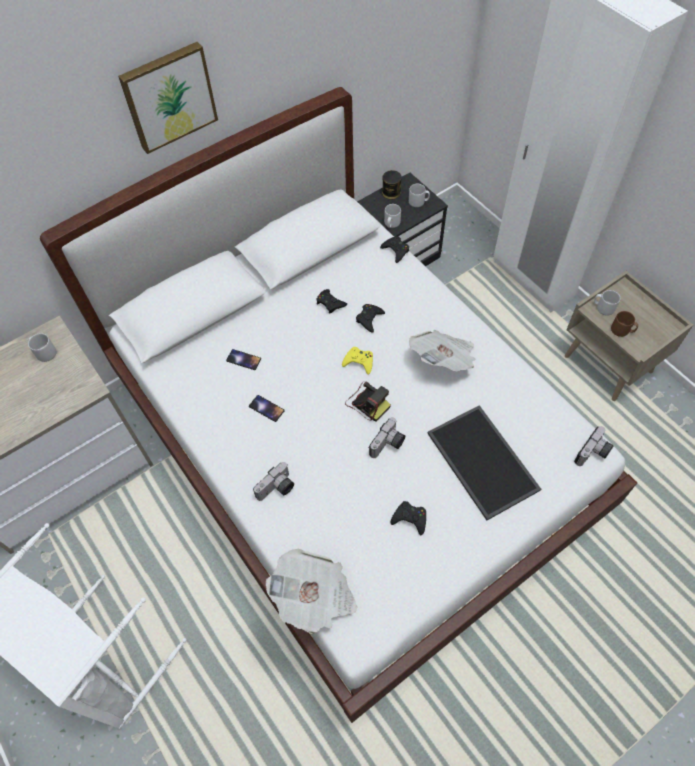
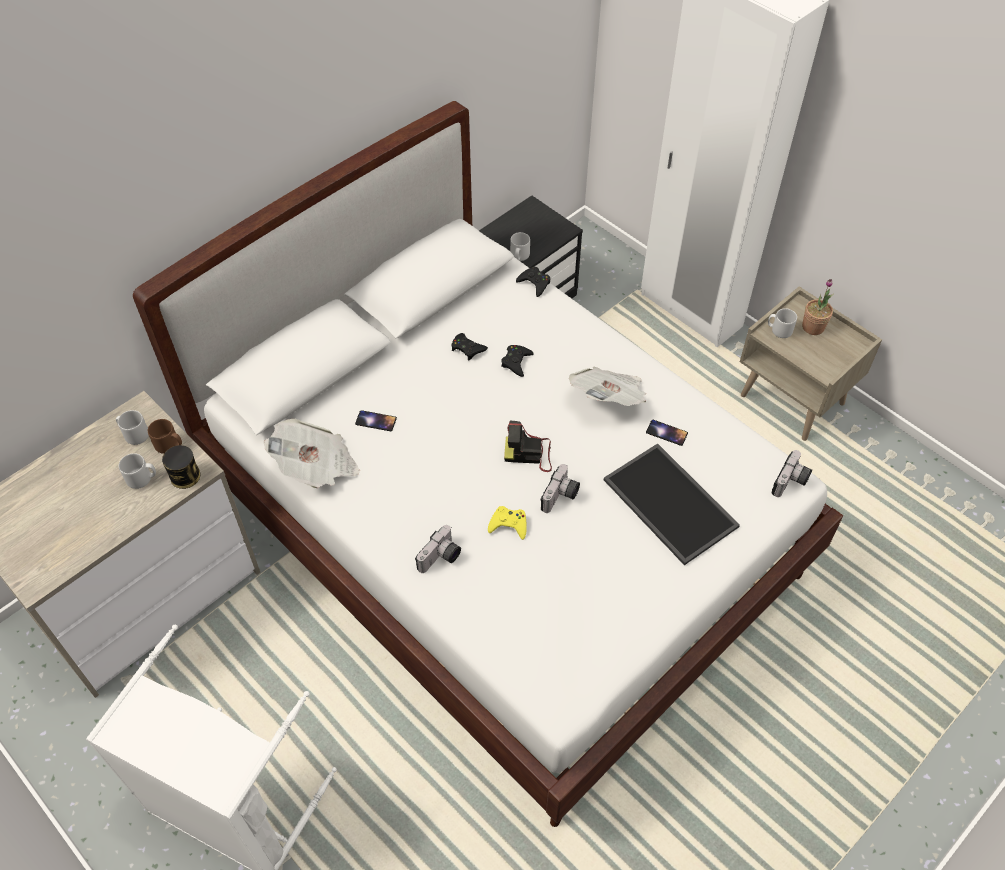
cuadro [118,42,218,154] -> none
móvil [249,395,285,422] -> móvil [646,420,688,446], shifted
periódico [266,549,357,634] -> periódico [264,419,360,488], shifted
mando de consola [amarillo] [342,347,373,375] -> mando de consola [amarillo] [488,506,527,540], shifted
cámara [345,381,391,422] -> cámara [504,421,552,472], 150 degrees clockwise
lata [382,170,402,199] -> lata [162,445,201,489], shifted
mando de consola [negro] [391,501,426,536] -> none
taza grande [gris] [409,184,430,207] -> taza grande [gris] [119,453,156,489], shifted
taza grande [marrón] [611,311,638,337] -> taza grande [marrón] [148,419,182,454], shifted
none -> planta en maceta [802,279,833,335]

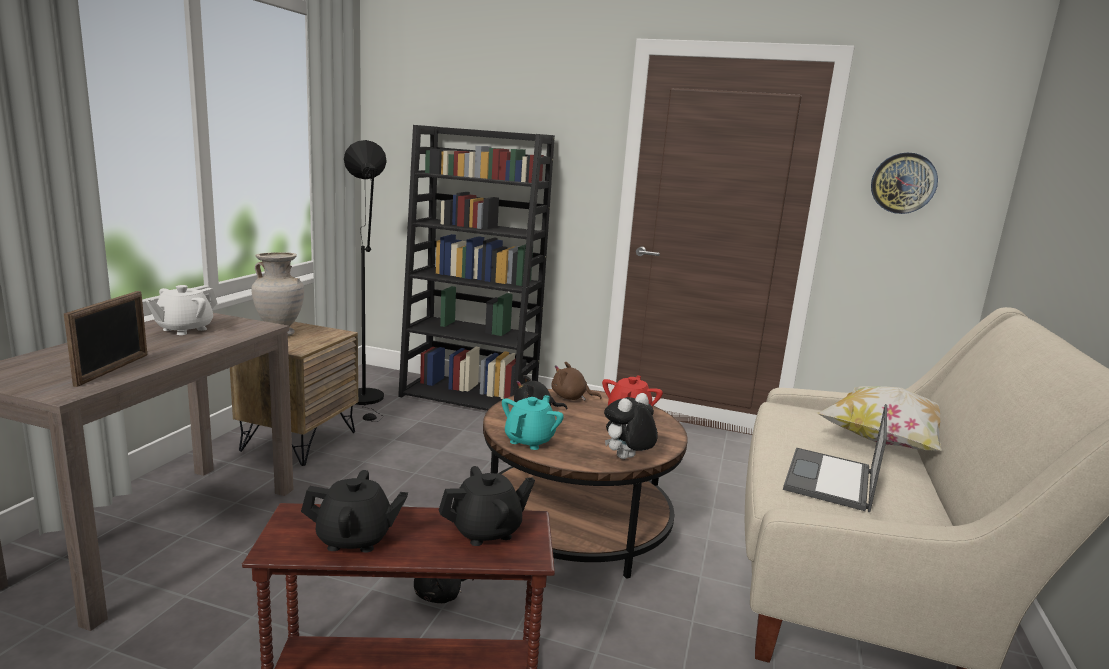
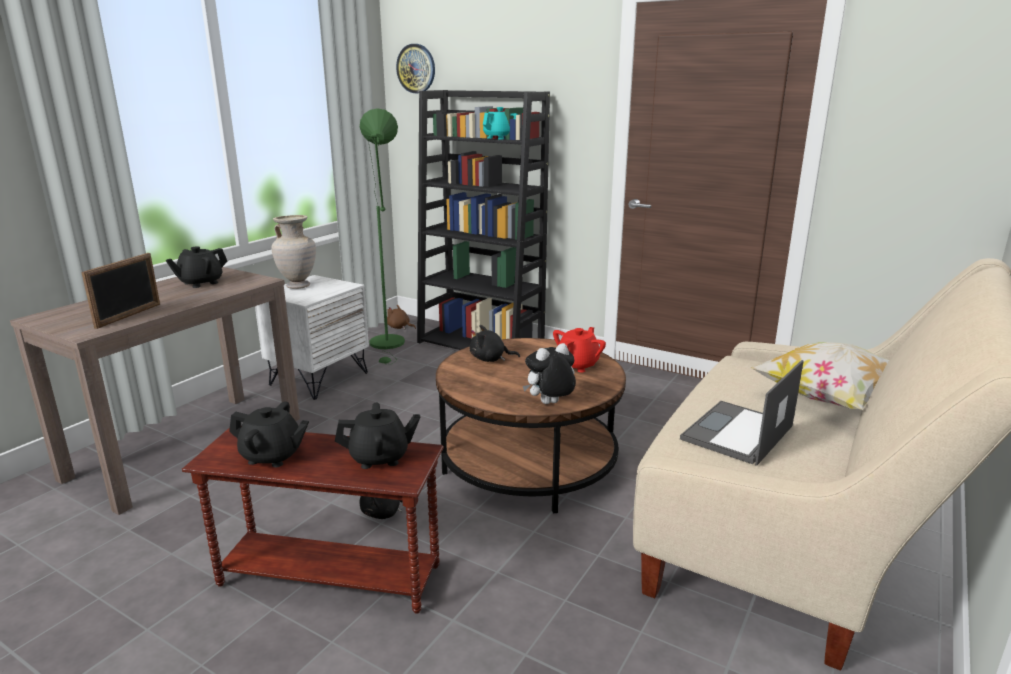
tetera [blanco] [146,285,218,335] -> tetera [negro] [166,246,227,288]
mesita de noche [marrón] [230,322,358,466] -> mesita de noche [blanco] [255,275,369,400]
lámpara de pie [negro] [344,140,387,422] -> lámpara de pie [verde] [360,108,405,364]
tetera [turquesa] [502,395,564,450] -> tetera [turquesa] [483,107,518,139], shifted
peluche [marrón] [551,362,602,401] -> peluche [marrón] [387,305,416,329], shifted
reloj de pared [871,153,938,214] -> reloj de pared [396,44,435,93], shifted

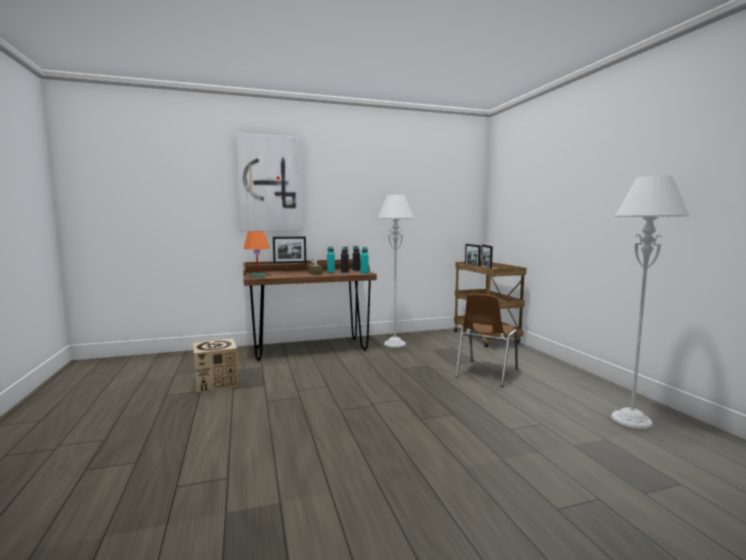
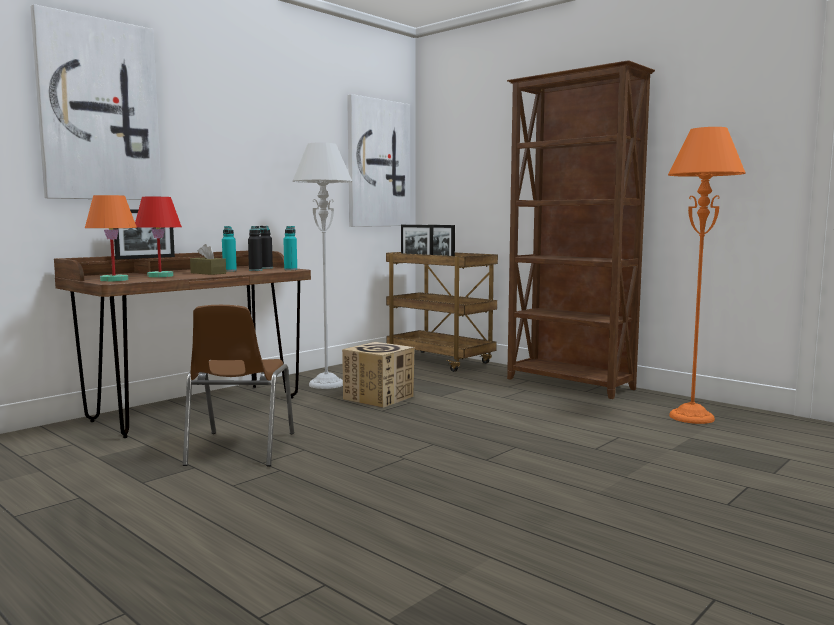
caja de cartón [193,338,238,393] -> caja de cartón [342,342,415,408], shifted
silla [marrón] [455,294,518,387] -> silla [marrón] [183,305,294,466], shifted
lámpara de pie [gris] [611,175,689,430] -> lámpara de pie [naranja] [668,127,745,424]
none -> lámpara de mesa [rojo] [135,197,182,277]
none -> cuadro [347,94,410,227]
none -> estantería [marrón] [507,60,655,399]

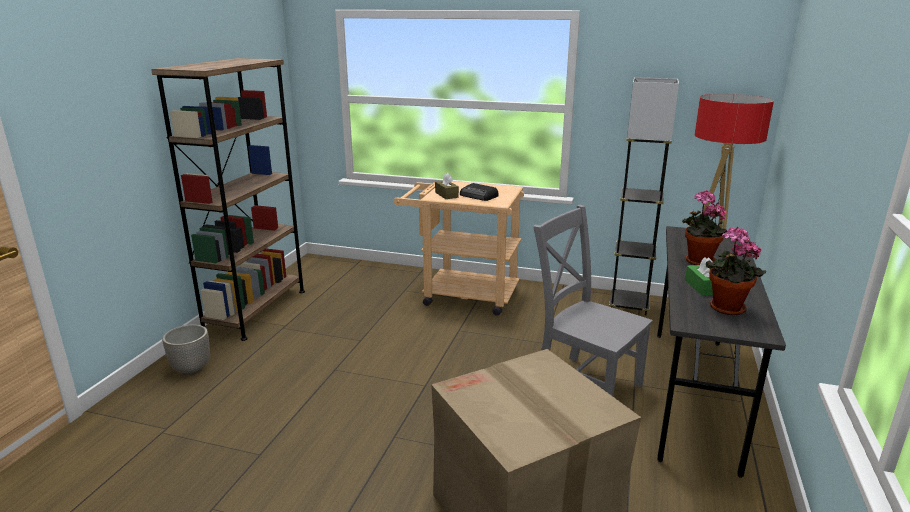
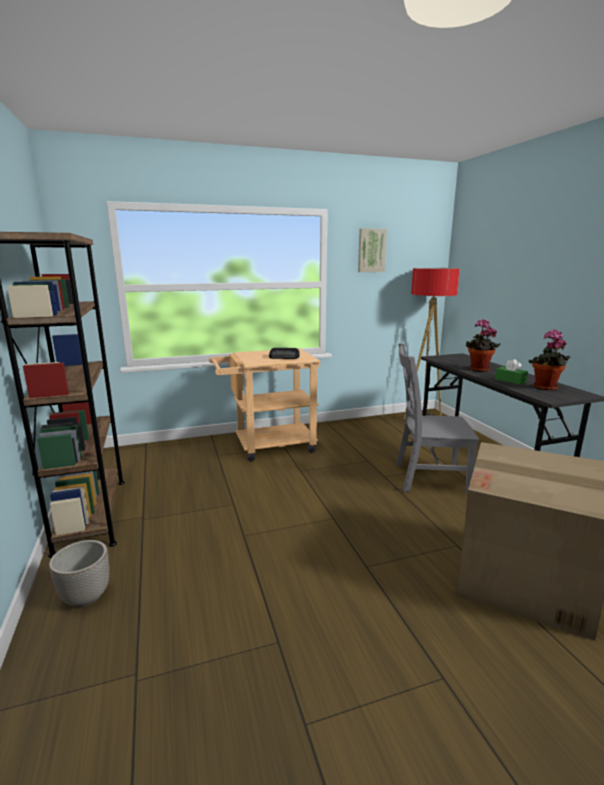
caja de pañuelos [marrón] [435,173,459,199] -> none
lámpara de pie [gris] [609,77,679,316] -> none
none -> cuadro [358,228,387,272]

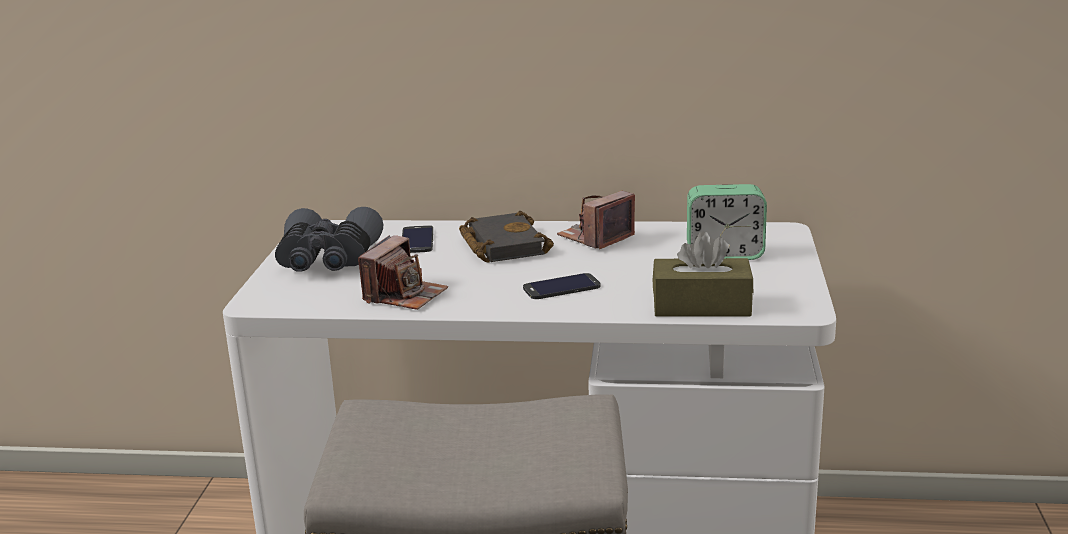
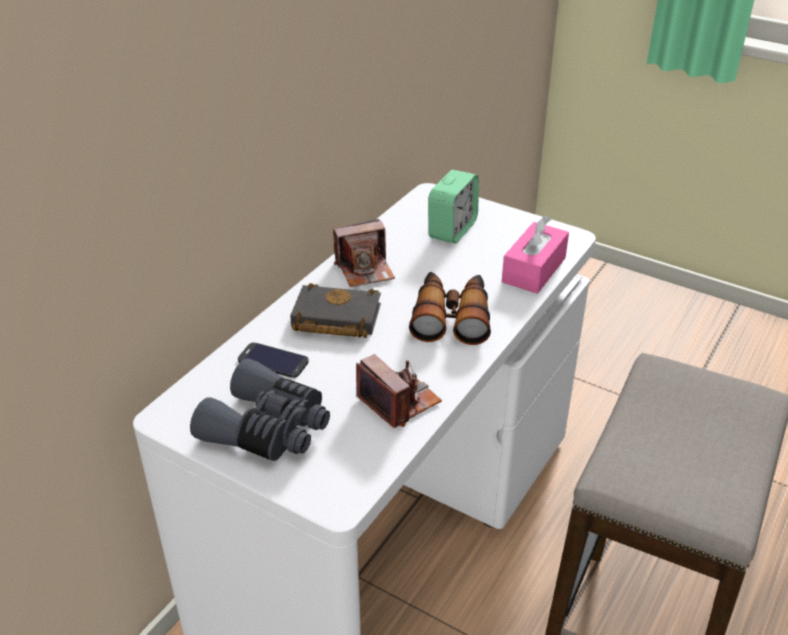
móvil [523,273,601,299] -> prismáticos [409,272,491,345]
cámara [557,191,635,249] -> cámara [333,219,395,287], 90 degrees counterclockwise
caja de pañuelos [marrón] [653,231,753,316] -> caja de pañuelos [rosa] [502,215,569,294]

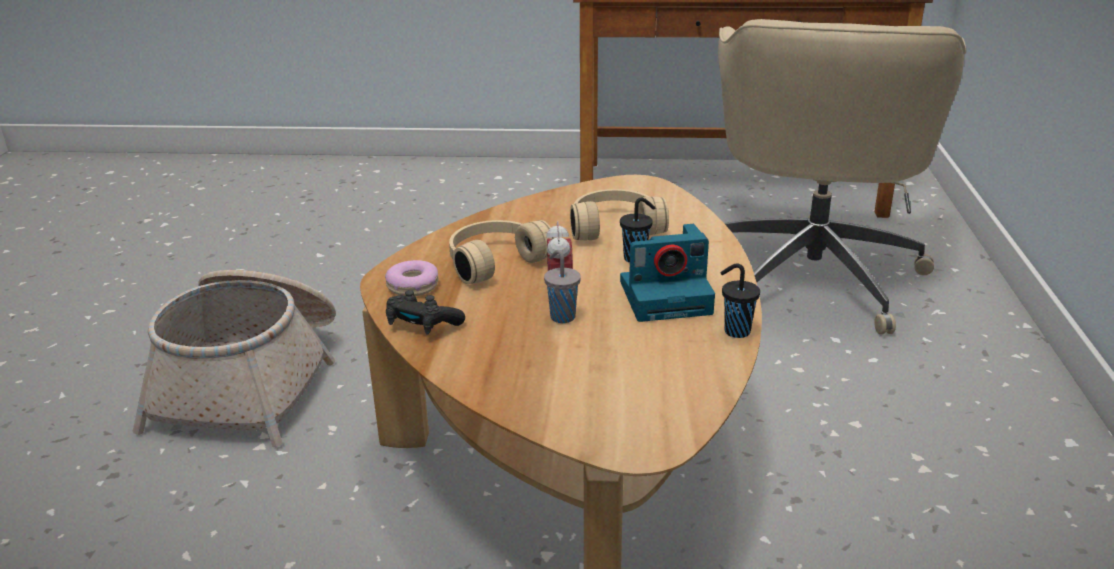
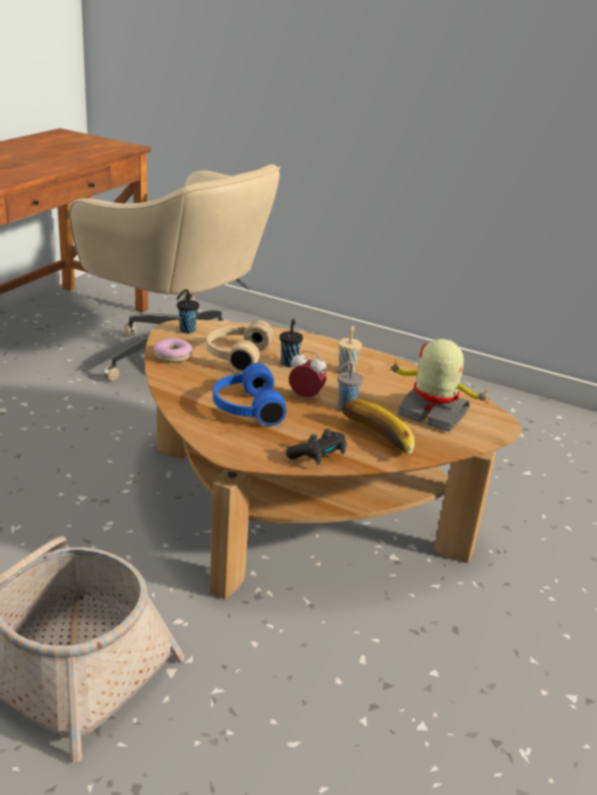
rosquilla [385,260,438,296] -> rosquilla [154,338,193,363], shifted
auriculares [beis] [449,220,555,284] -> auriculares [azul] [213,363,286,426]
cámara [620,224,715,322] -> taza [beis] [338,326,362,373]
taza [negro] [721,264,760,338] -> taza [negro] [176,289,199,334], shifted
none -> plátano [342,399,415,455]
none -> robot de juguete [387,339,492,432]

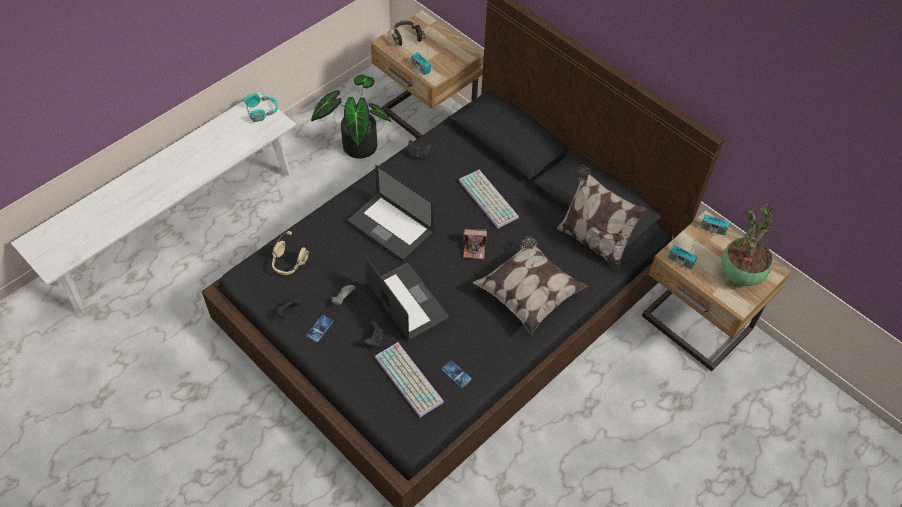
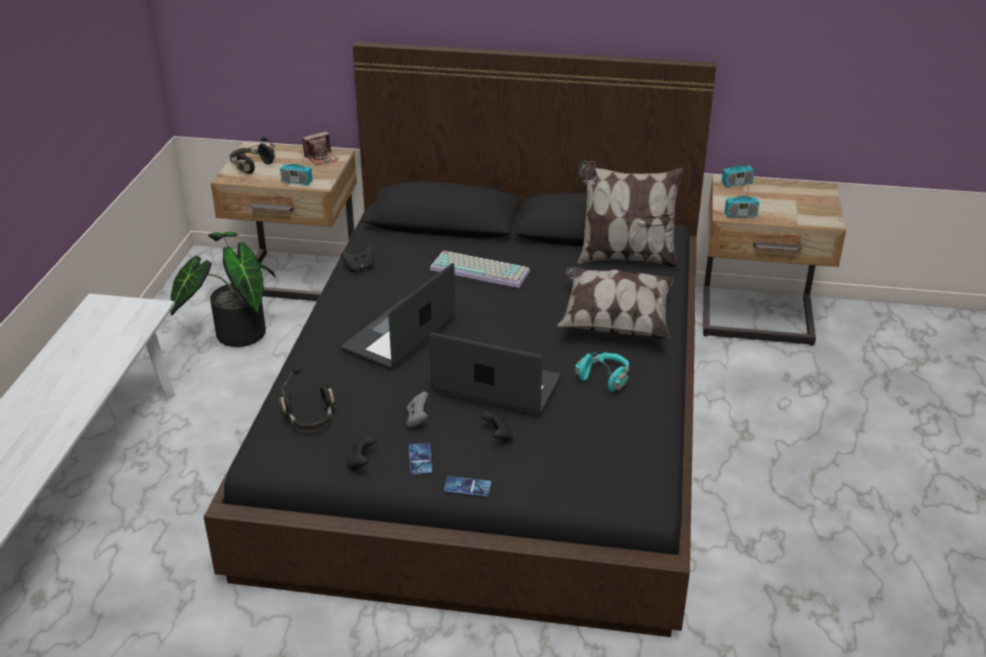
auriculares [turquesa] [243,93,278,122] -> auriculares [turquesa] [575,352,629,392], shifted
auriculares [beis] [272,231,309,275] -> auriculares [negro] [279,368,336,430]
portátil [348,165,434,260] -> portátil [342,263,455,370], 120 degrees clockwise
teclado [375,342,444,417] -> none
móvil [442,361,472,388] -> móvil [444,476,491,496], shifted
cámara [463,229,487,259] -> cámara [302,131,338,165], shifted
planta en maceta [721,203,774,286] -> none

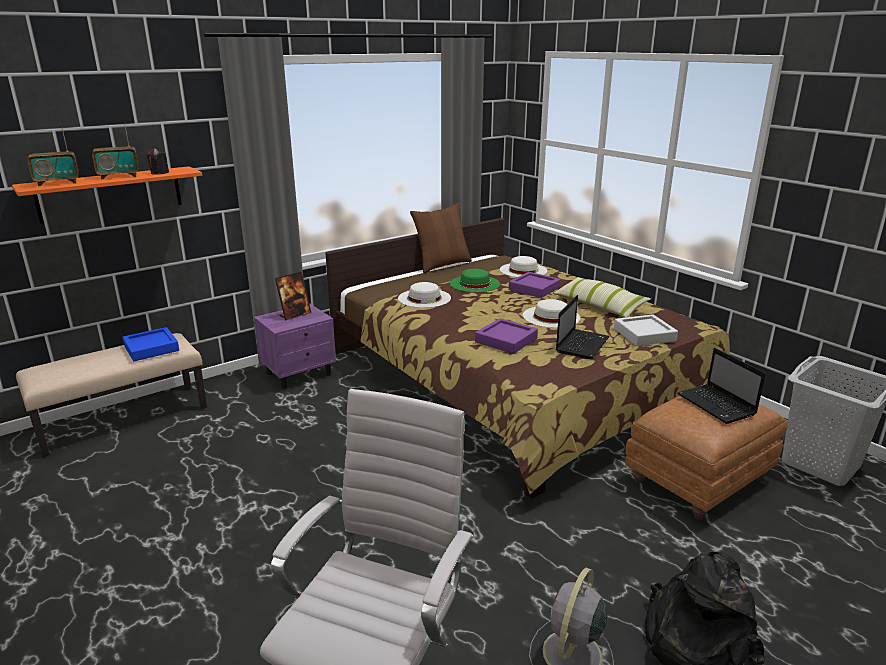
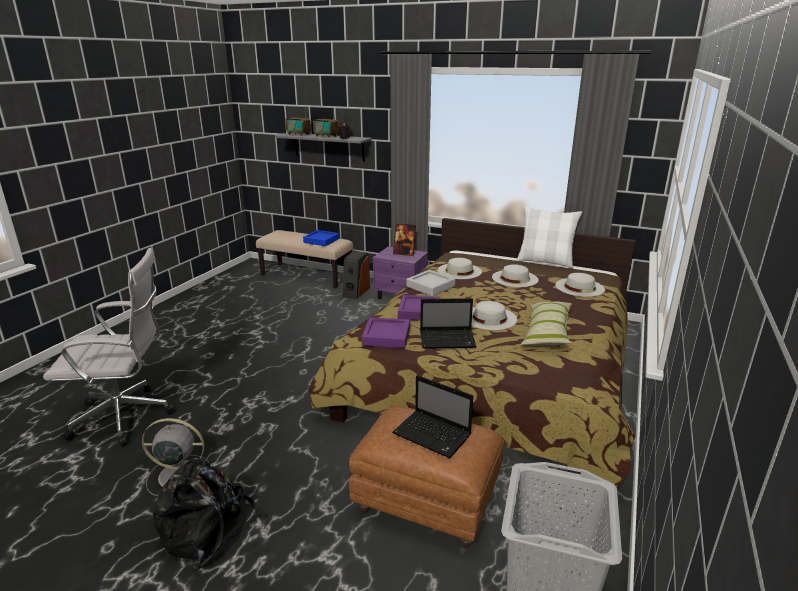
estante [naranja] [12,166,202,224] -> estante [gris] [275,133,372,161]
cojín [marrón] [410,203,472,273] -> cojín [blanco] [516,206,582,269]
sombrero [verde] [450,269,500,292] -> sombrero [blanco] [492,264,539,287]
bandeja [morado] [509,272,561,298] -> bandeja [morado] [362,317,410,348], shifted
bandeja [gris] [614,314,678,346] -> bandeja [gris] [406,270,455,296], shifted
portátil [677,348,766,424] -> portátil [392,375,473,458], 90 degrees counterclockwise
none -> altavoz [342,251,370,299]

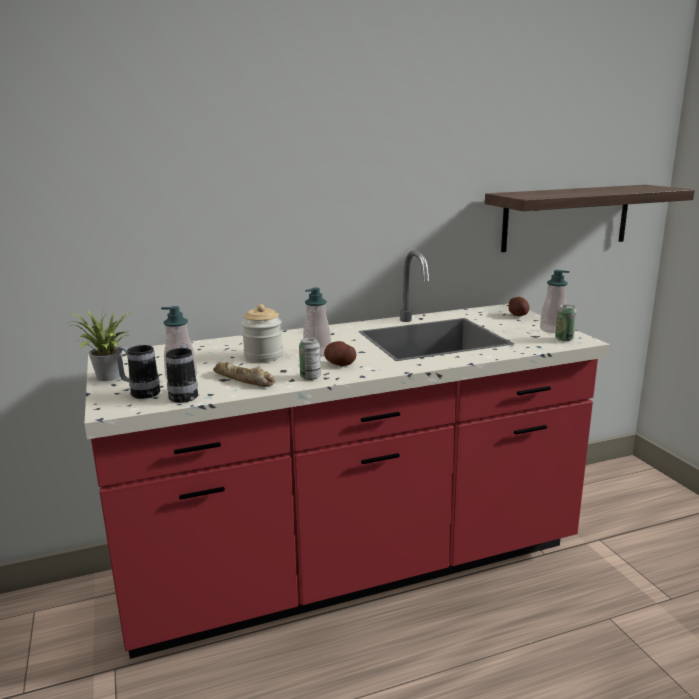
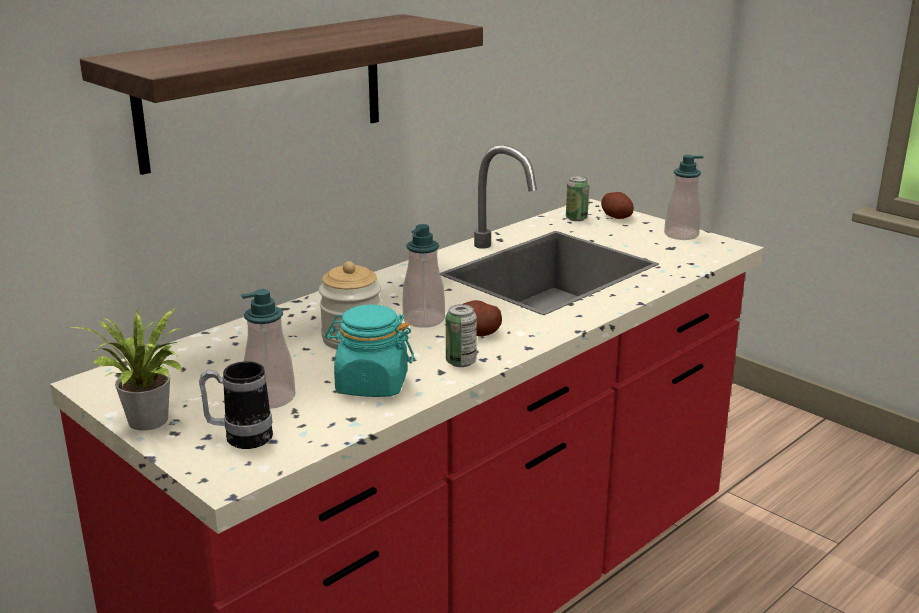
taza grande [166,343,198,403] -> none
pan [213,362,275,387] -> tarro [turquesa] [325,304,414,397]
estante [485,185,695,252] -> estante [80,14,483,175], shifted
lata [555,305,577,341] -> lata [566,176,589,221], shifted

